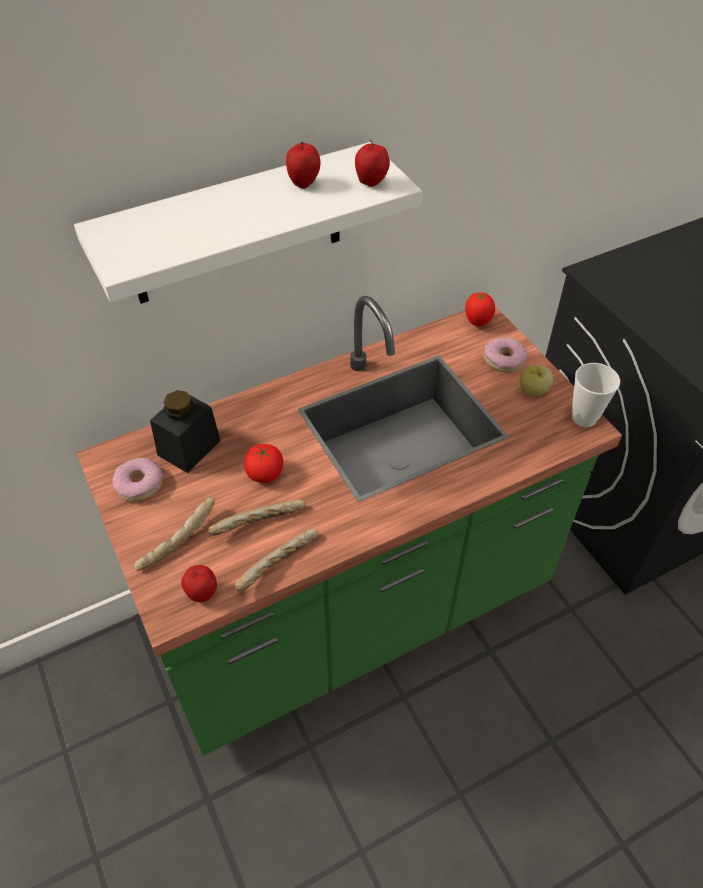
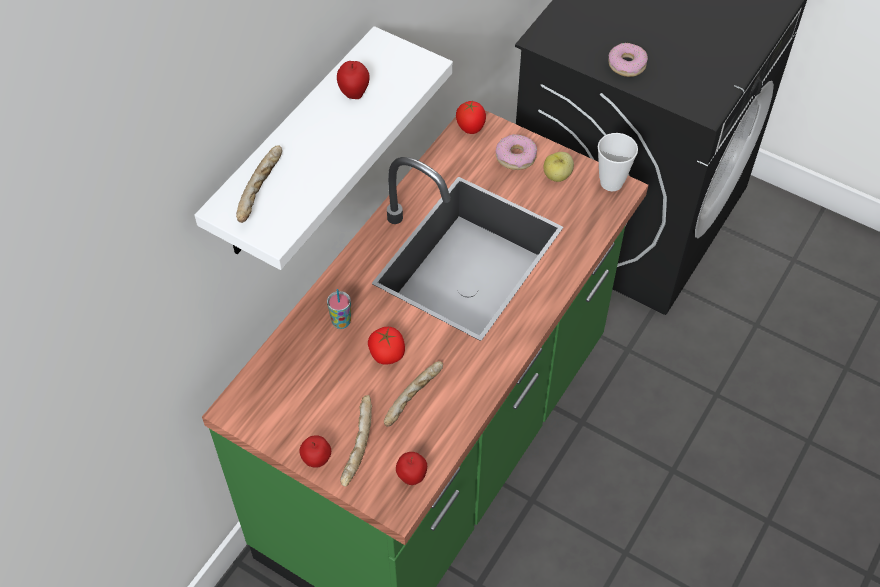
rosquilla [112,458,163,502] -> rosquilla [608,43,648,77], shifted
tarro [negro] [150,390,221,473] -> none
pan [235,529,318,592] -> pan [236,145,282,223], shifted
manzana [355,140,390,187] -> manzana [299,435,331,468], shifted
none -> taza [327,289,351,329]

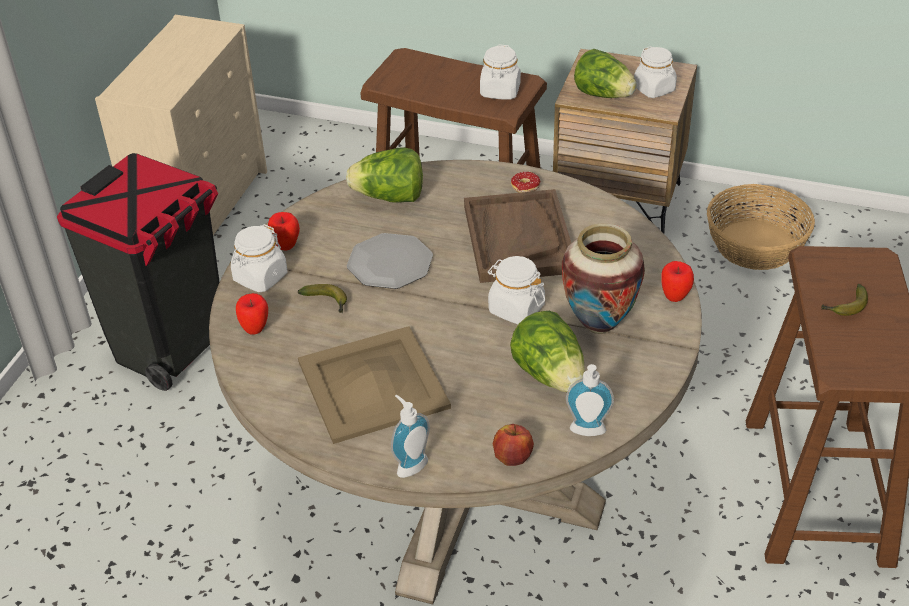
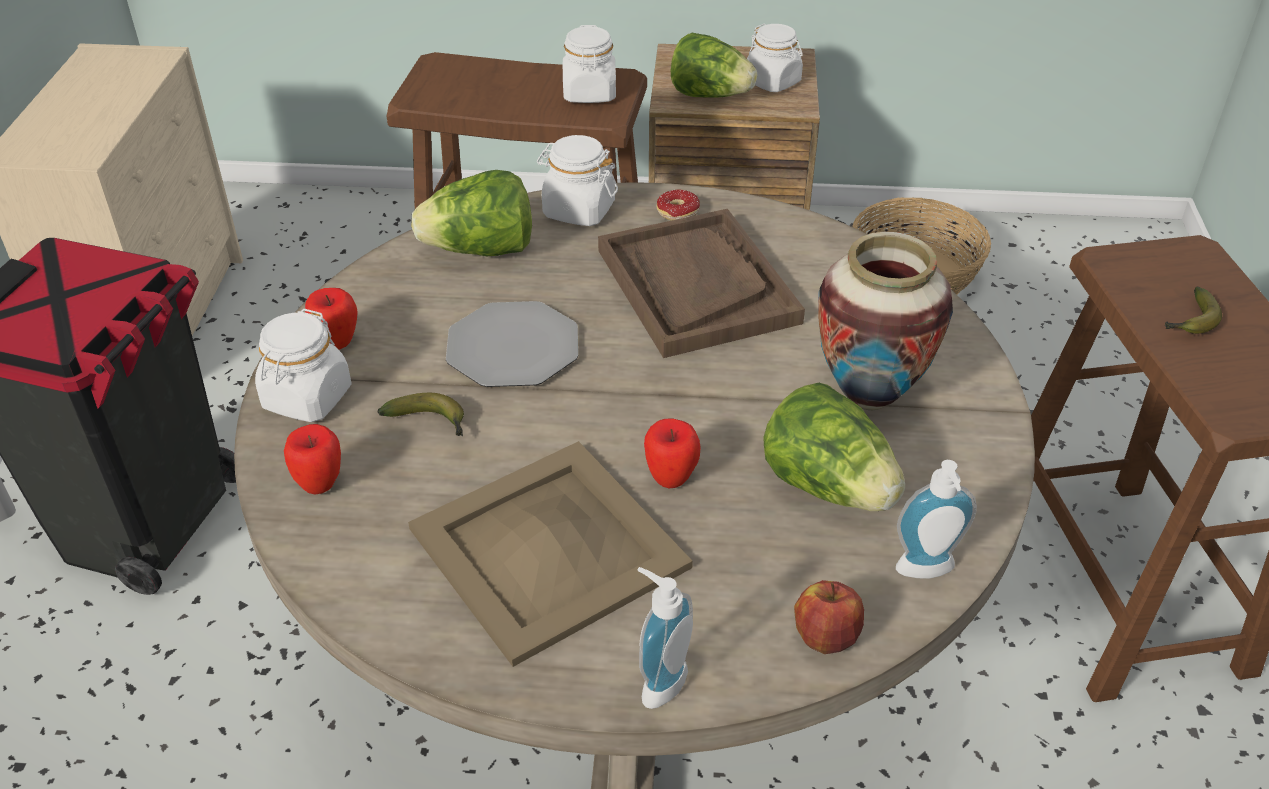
tarro [blanco] [488,256,545,324] -> tarro [blanco] [537,135,618,226], shifted
manzana [661,261,694,302] -> manzana [644,419,700,488], shifted

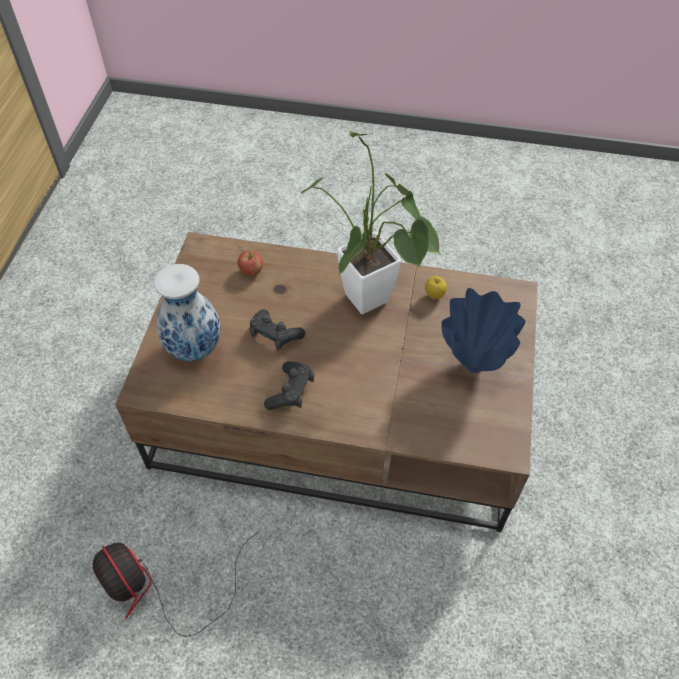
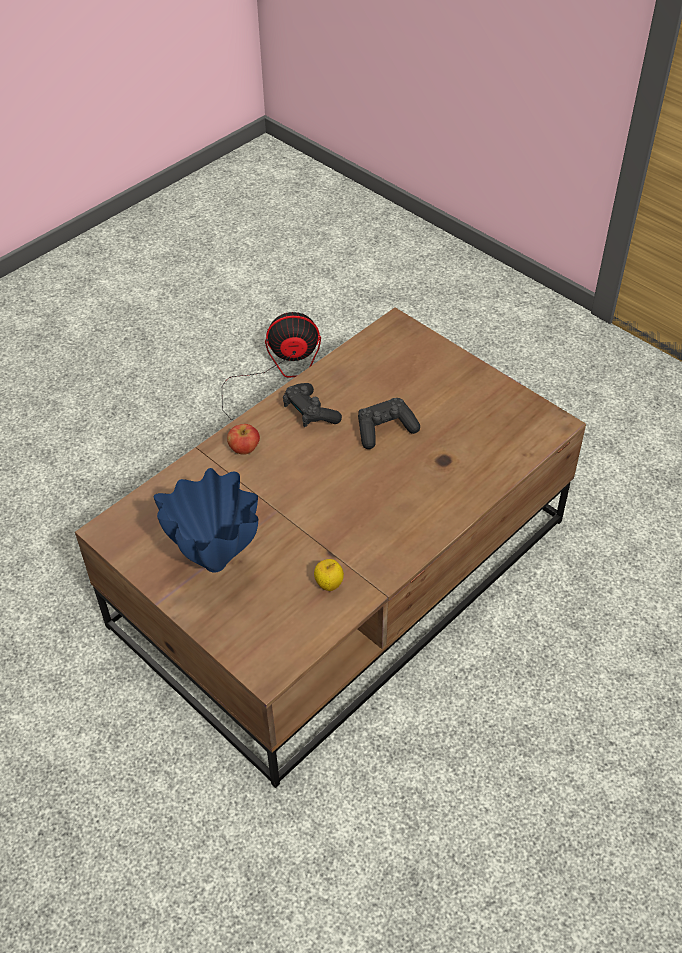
florero [154,264,221,361] -> none
manzana [237,251,263,276] -> manzana [227,424,260,455], shifted
planta en maceta [301,131,441,314] -> none

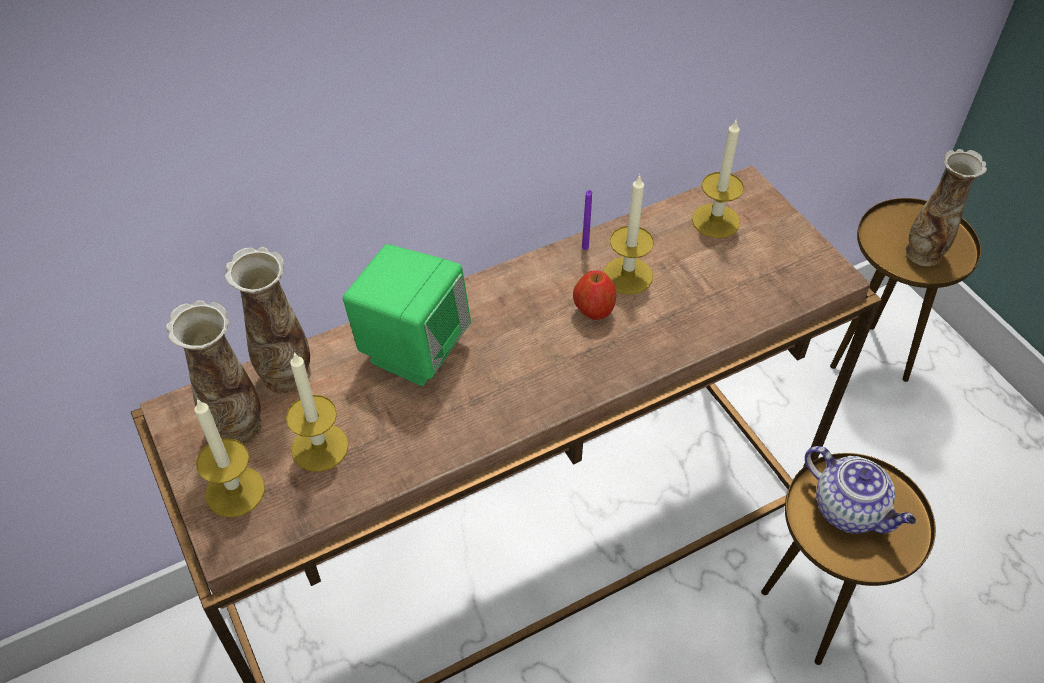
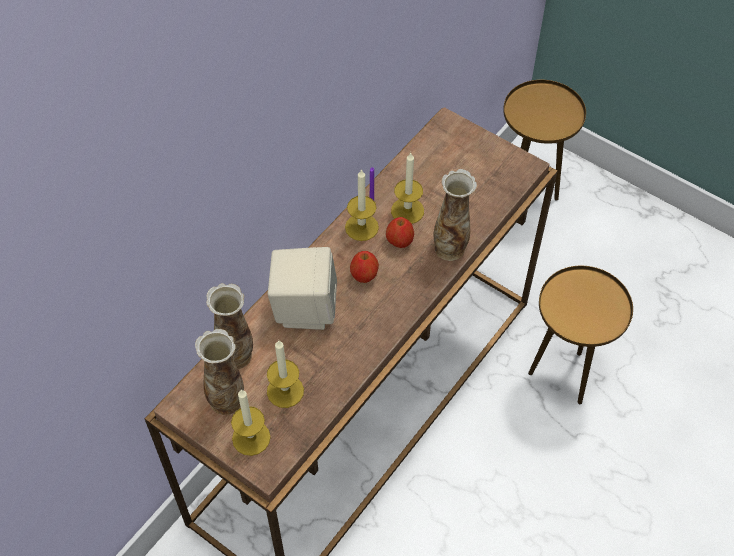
altavoz [verde] [343,244,471,386] -> altavoz [beis] [268,247,337,330]
vela [692,120,744,238] -> vela [345,169,379,241], shifted
tetera [805,446,916,534] -> none
florero [906,149,987,266] -> florero [434,169,477,261], shifted
none -> manzana [350,251,379,283]

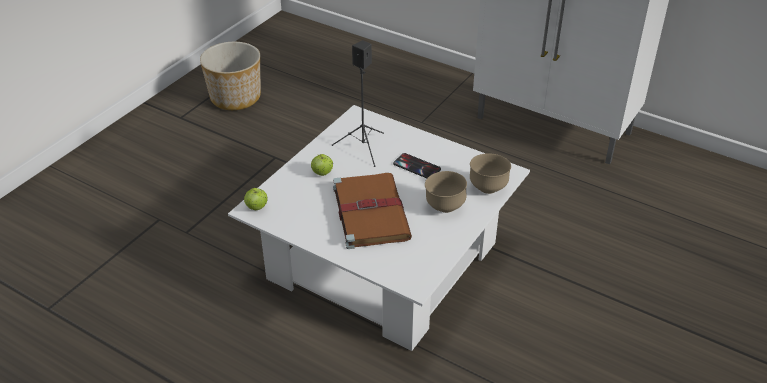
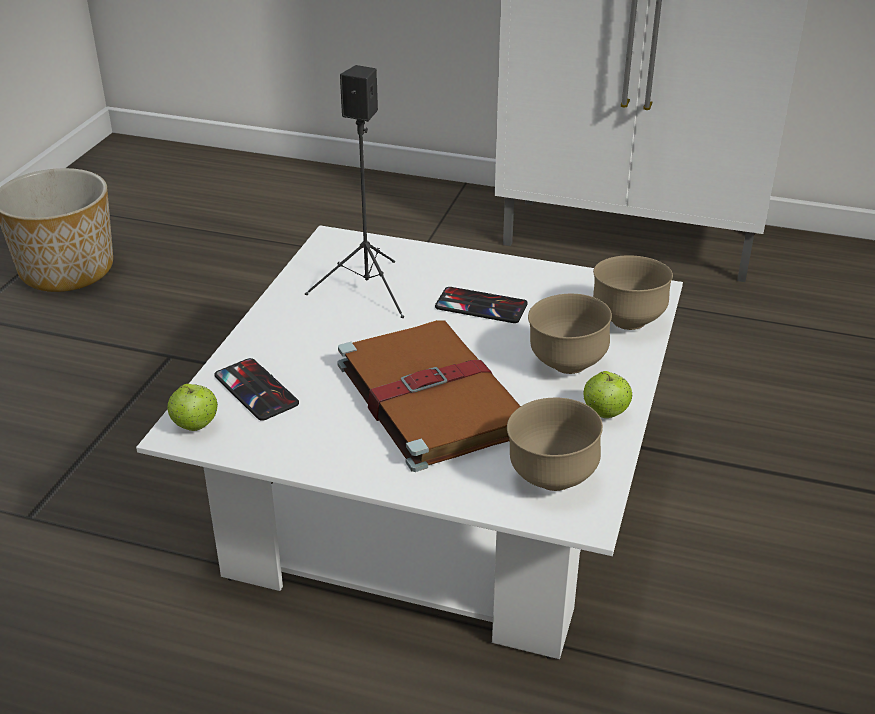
manzana [311,154,333,176] -> manzana [583,371,632,418], shifted
none -> móvil [214,358,299,421]
none -> cuenco [marrón] [507,398,603,491]

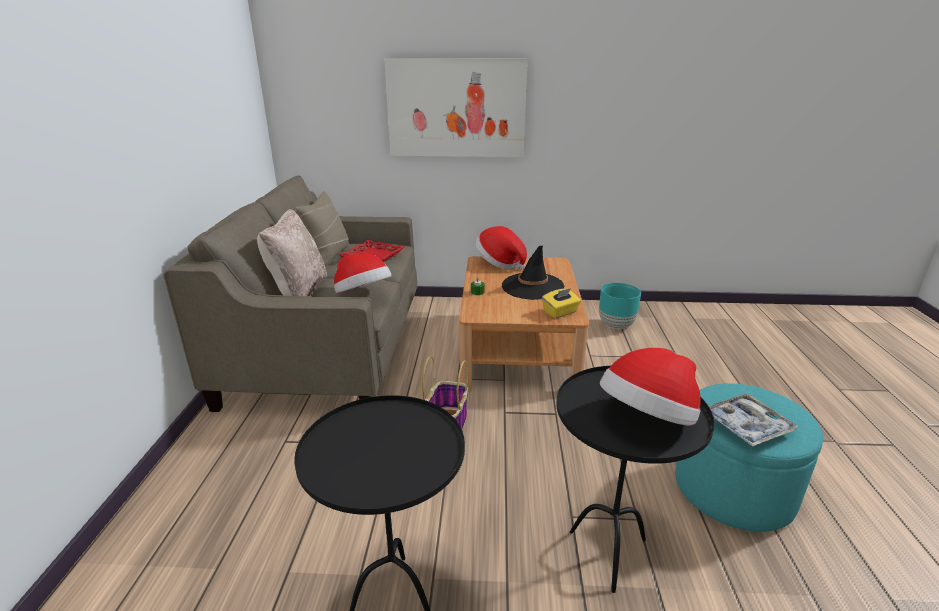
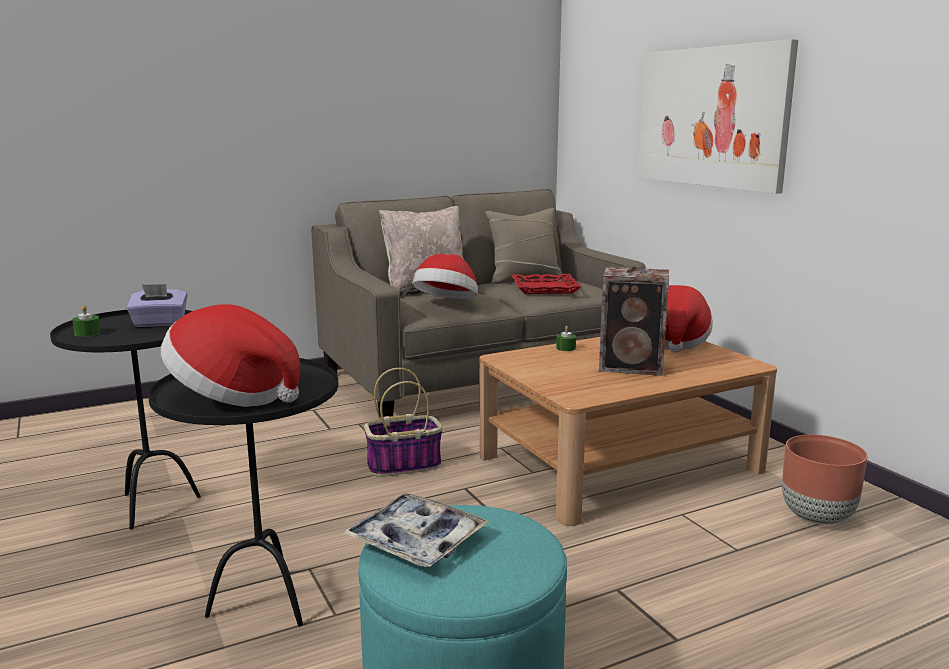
sombrero [negro] [502,246,564,300] -> altavoz [599,266,669,376]
caja de pañuelos [amarillo] [542,288,581,318] -> none
maceta [turquesa] [599,283,641,329] -> maceta [marrón] [782,435,867,525]
none -> vela [verde] [72,305,101,337]
none -> caja de pañuelos [morado] [126,284,188,327]

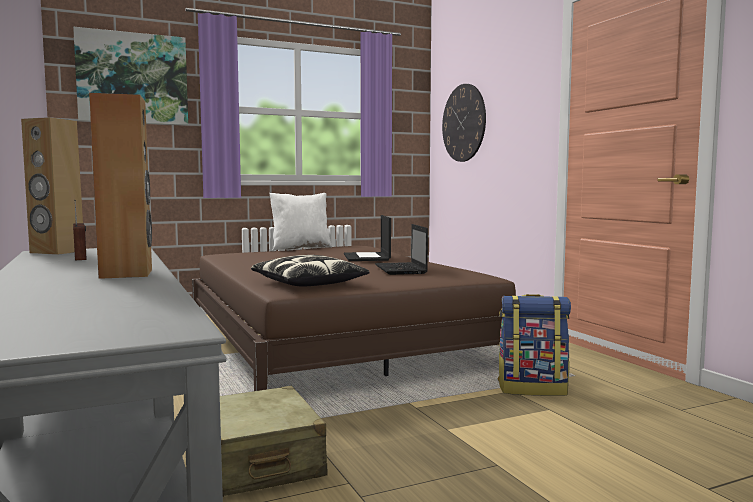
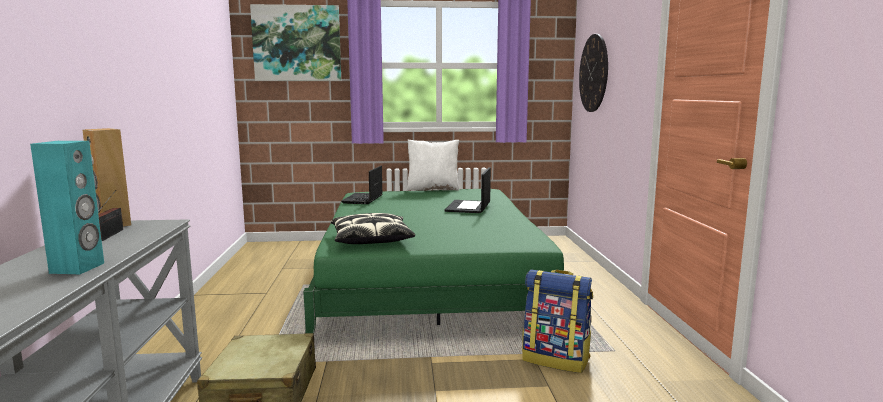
altavoz [marrón] [89,93,152,279] -> altavoz [turquesa] [30,141,104,274]
cama [marrón] [192,246,516,391] -> cama [verde] [303,189,564,333]
portátil [375,224,428,275] -> portátil [341,165,382,204], shifted

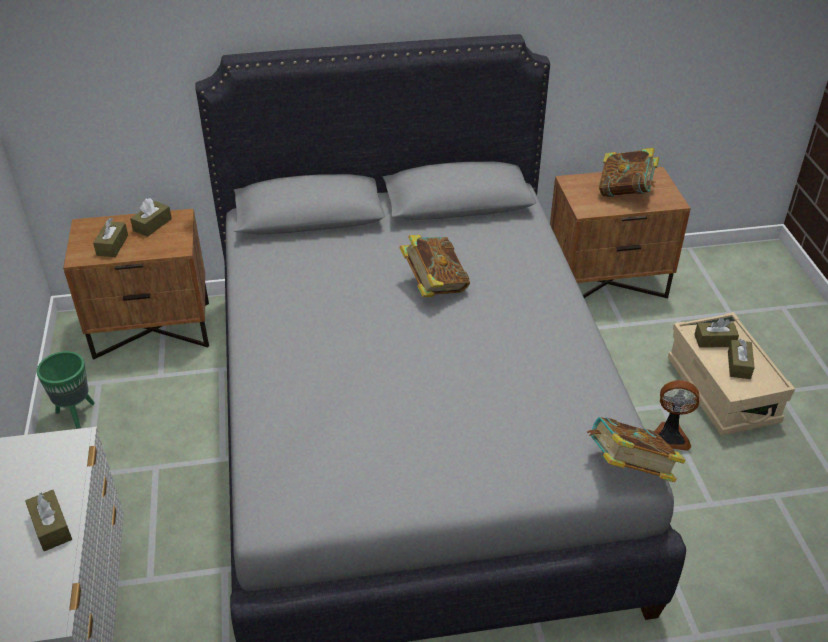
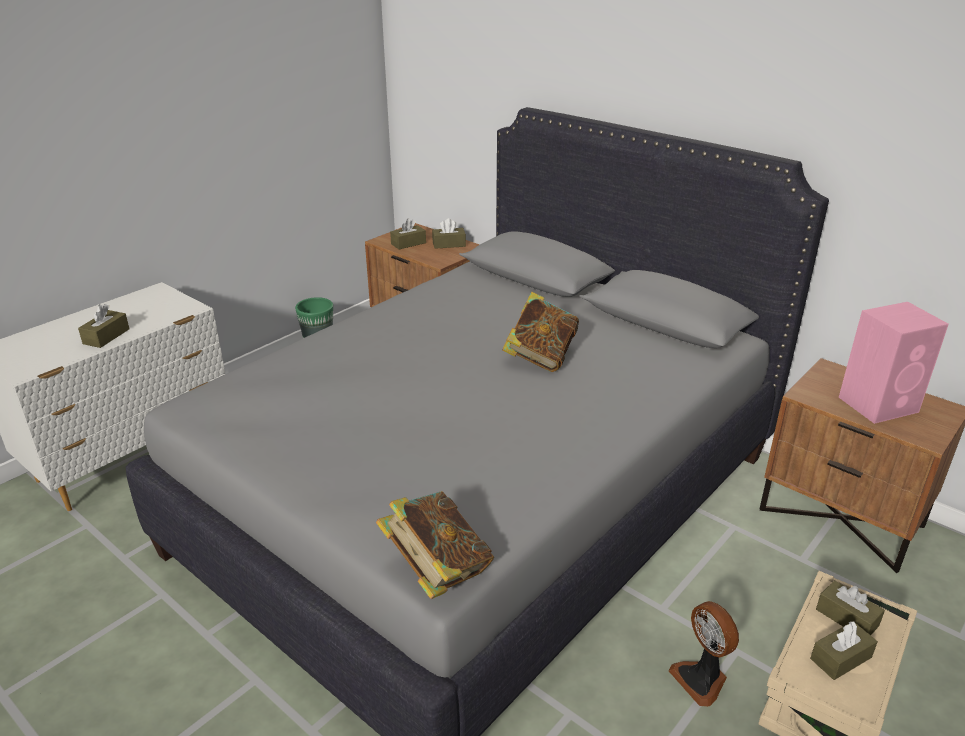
libro [599,148,659,197] -> altavoz [rosa] [839,302,949,424]

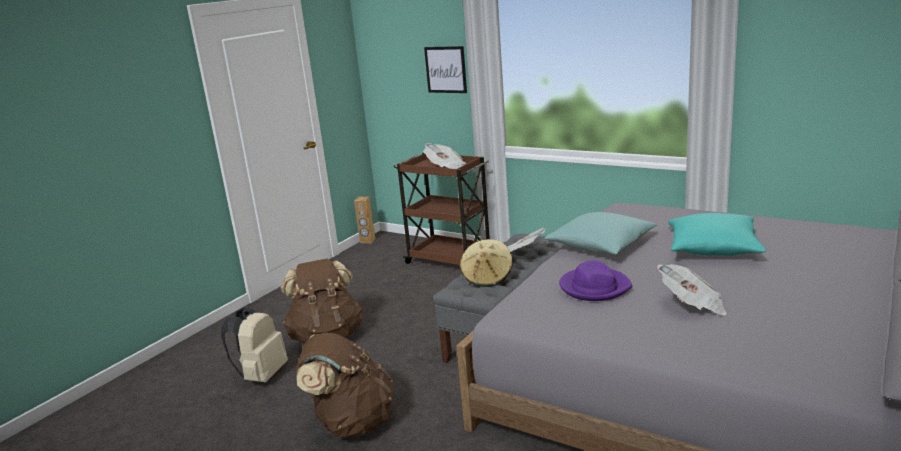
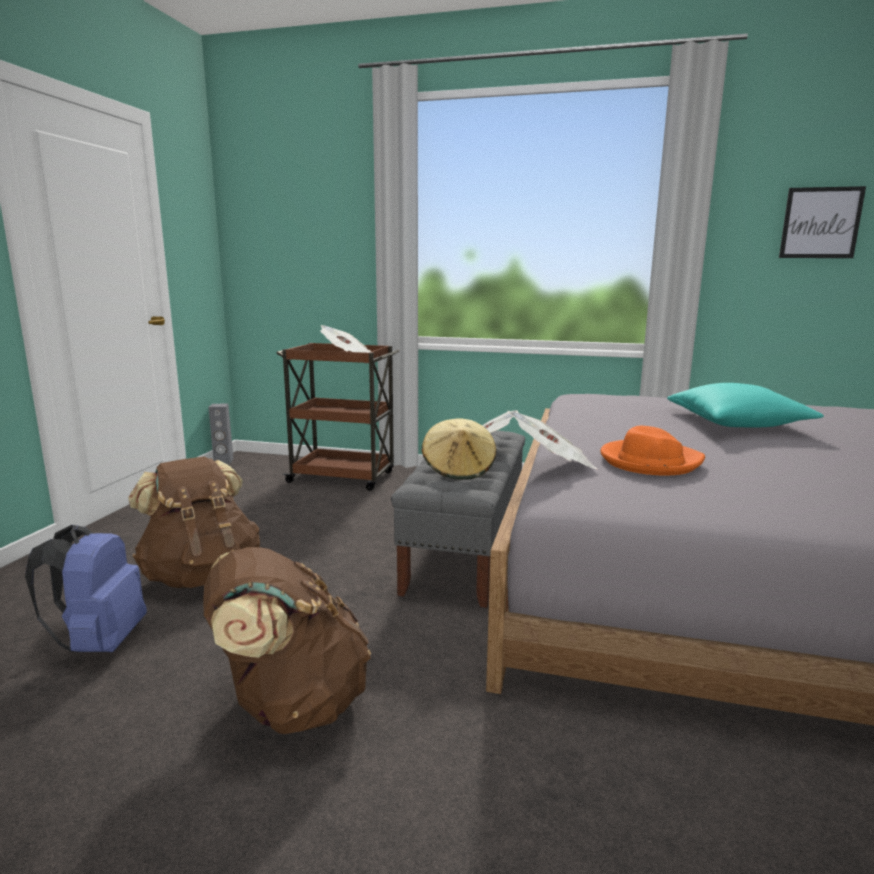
mochila [beis] [221,307,288,383] -> mochila [azul] [25,525,147,652]
altavoz [marrón] [354,197,375,243] -> altavoz [gris] [208,404,234,464]
cuadro [424,46,467,93] -> cuadro [779,186,866,258], shifted
cojín [turquesa] [544,212,657,255] -> none
sombrero [morado] [559,261,632,301] -> sombrero [naranja] [600,426,705,476]
periódico [657,264,727,315] -> periódico [508,411,597,469], shifted

